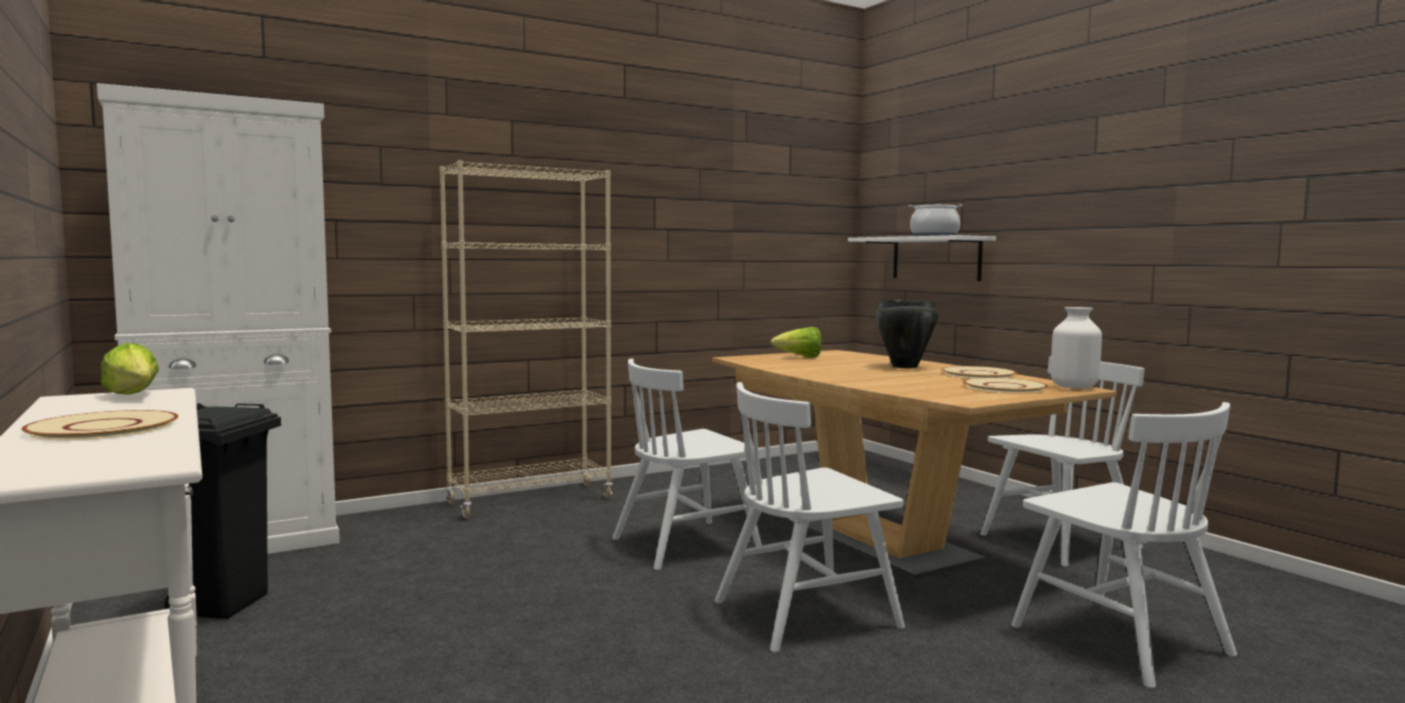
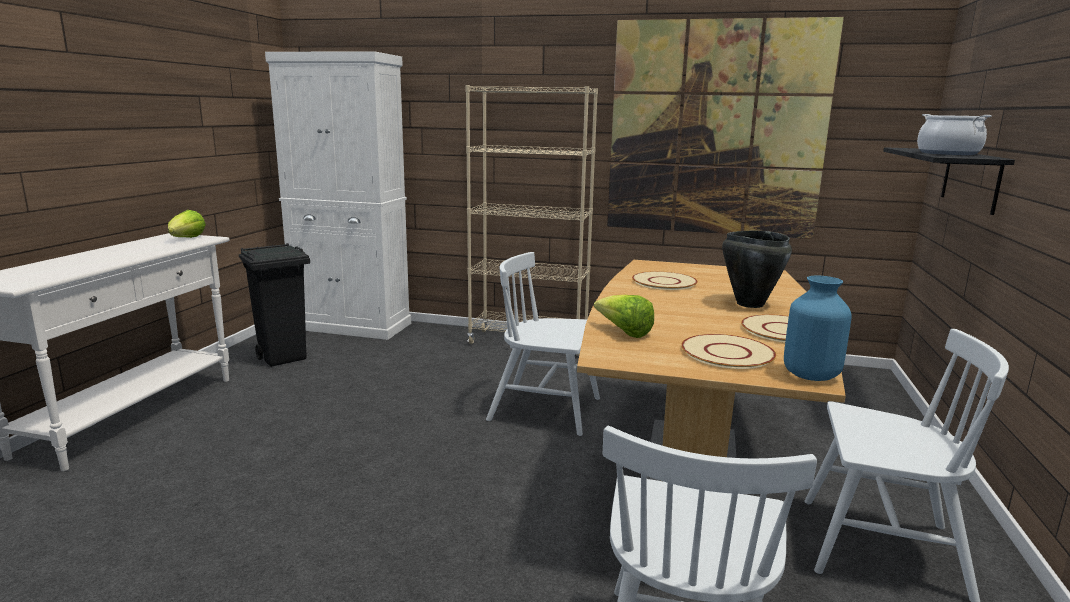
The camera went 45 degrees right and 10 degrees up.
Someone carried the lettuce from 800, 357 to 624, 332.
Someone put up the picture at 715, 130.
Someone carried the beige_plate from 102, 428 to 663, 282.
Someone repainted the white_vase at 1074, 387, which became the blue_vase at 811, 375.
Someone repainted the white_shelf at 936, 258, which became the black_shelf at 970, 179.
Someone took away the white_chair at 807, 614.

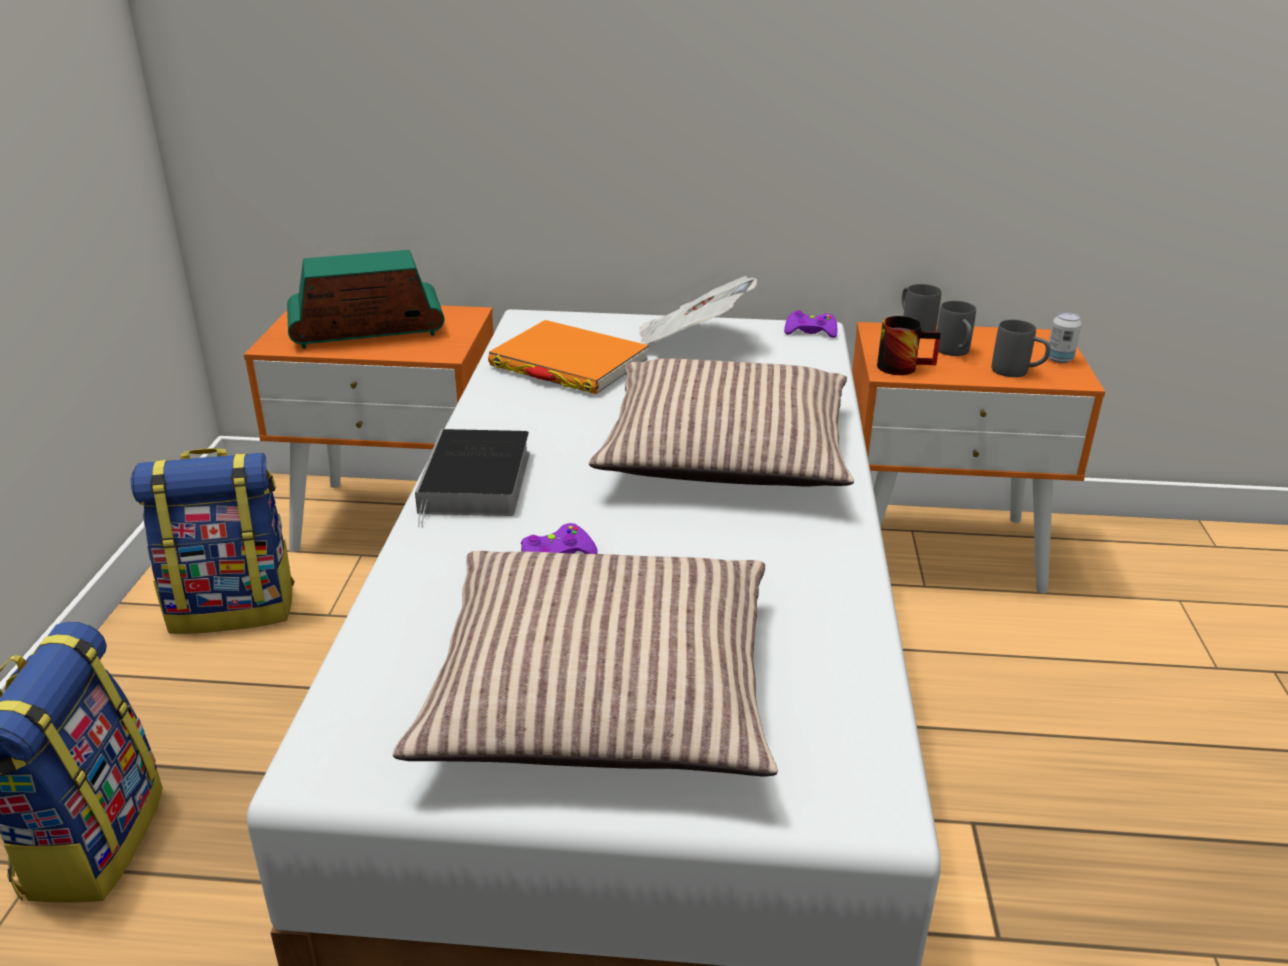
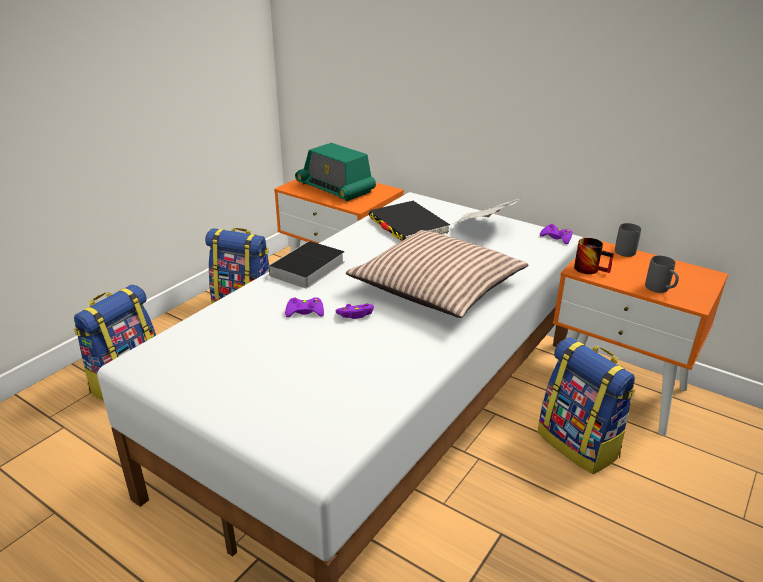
The camera went 30 degrees right and 0 degrees up.
Someone rotated the radio at 367, 329 by 150 degrees counterclockwise.
Someone put down the purple_game_controller at 356, 314.
Someone repainted the orange_book at 568, 364, which became the black_book at 408, 225.
Someone put down the backpack at 579, 444.
Someone took away the pillow at 601, 690.
Someone took away the grey_mug at 955, 353.
Someone took away the can at 1059, 359.

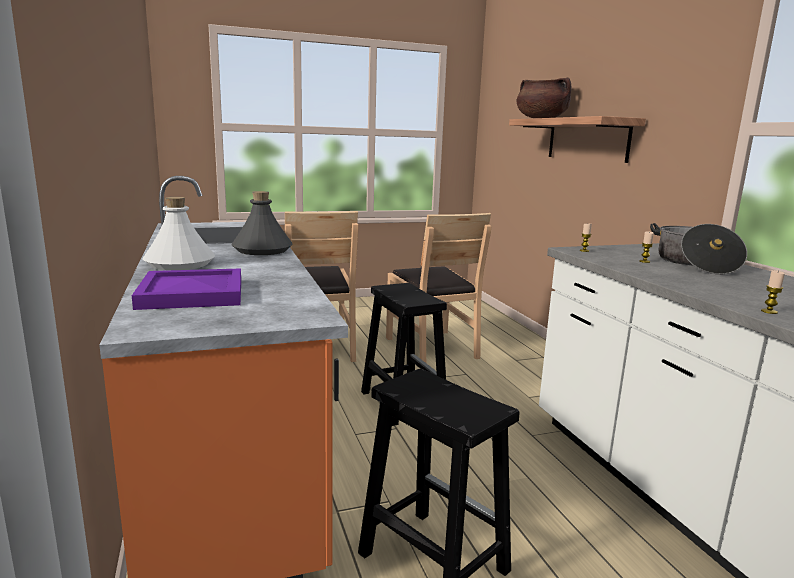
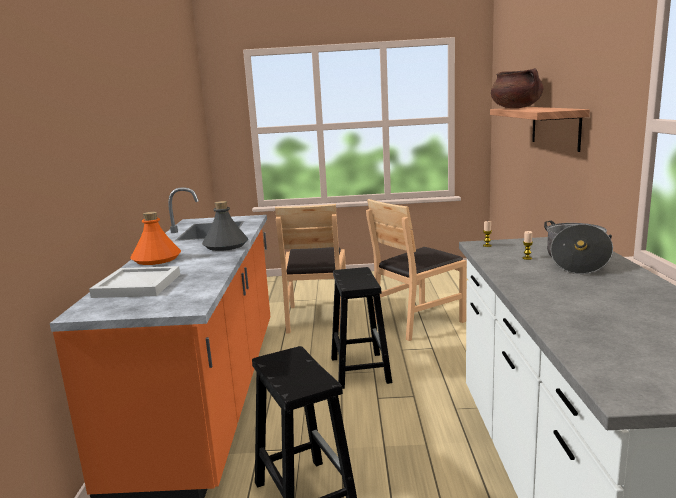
The camera went 20 degrees right and 0 degrees up.
Someone repainted the purple_tray at 194, 293, which became the white_tray at 139, 285.
Someone repainted the white_bottle at 180, 264, which became the orange_bottle at 157, 259.
Someone rotated the brown_chair at 432, 347 by 60 degrees clockwise.
Someone took away the candle at 769, 311.

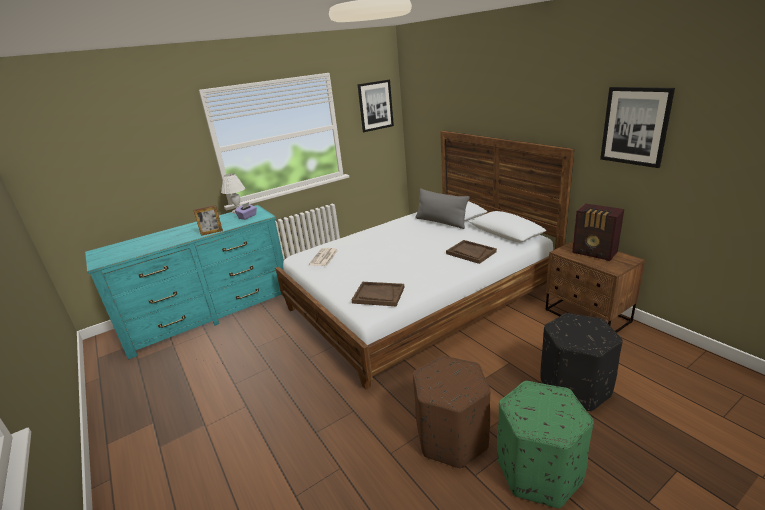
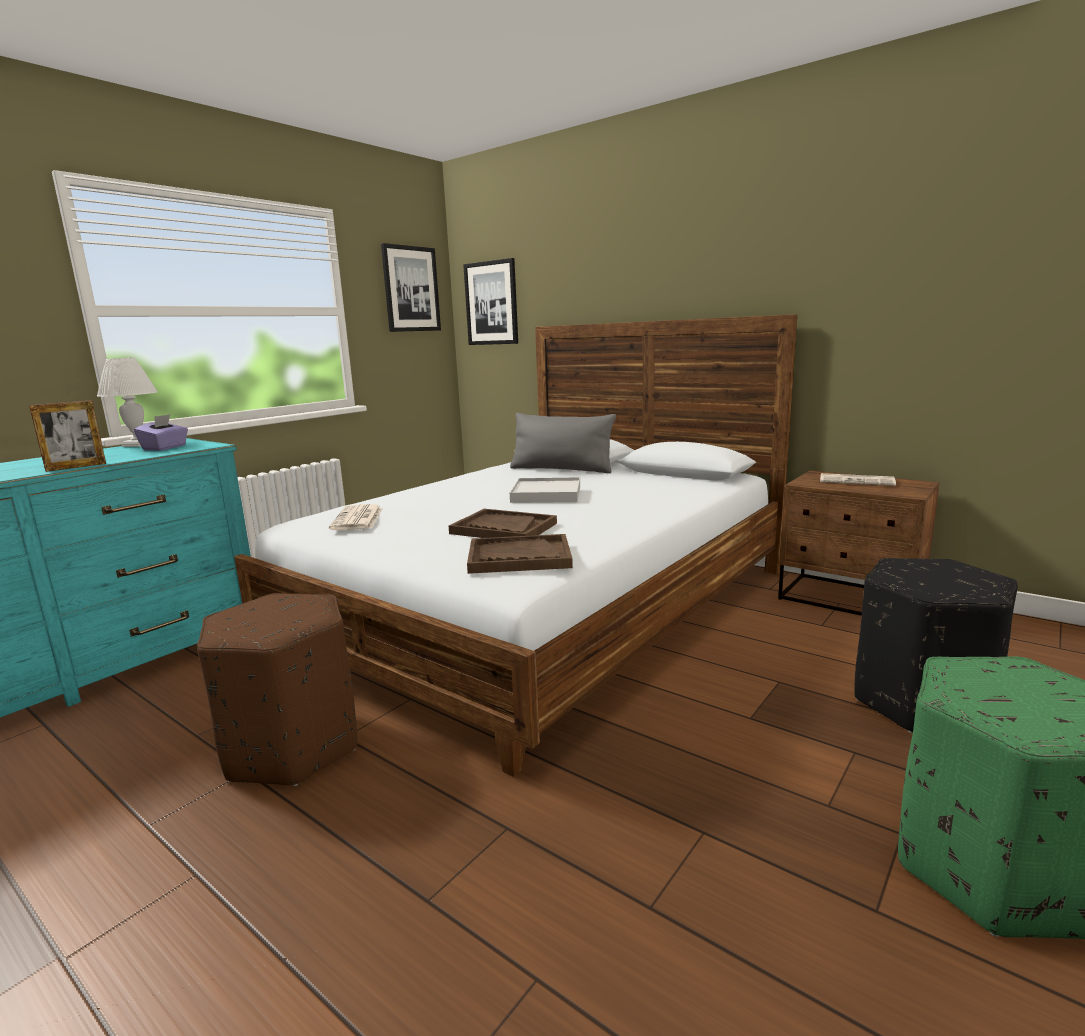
The camera went 20 degrees left and 10 degrees down.
Someone carried the brown_ottoman from 452, 438 to 293, 746.
Someone carried the brown_tray from 470, 253 to 503, 528.
Someone carried the picture from 635, 126 to 491, 303.
Someone put down the white_tray at 546, 494.
Someone swapped the radio at 595, 253 for the newspaper at 857, 481.

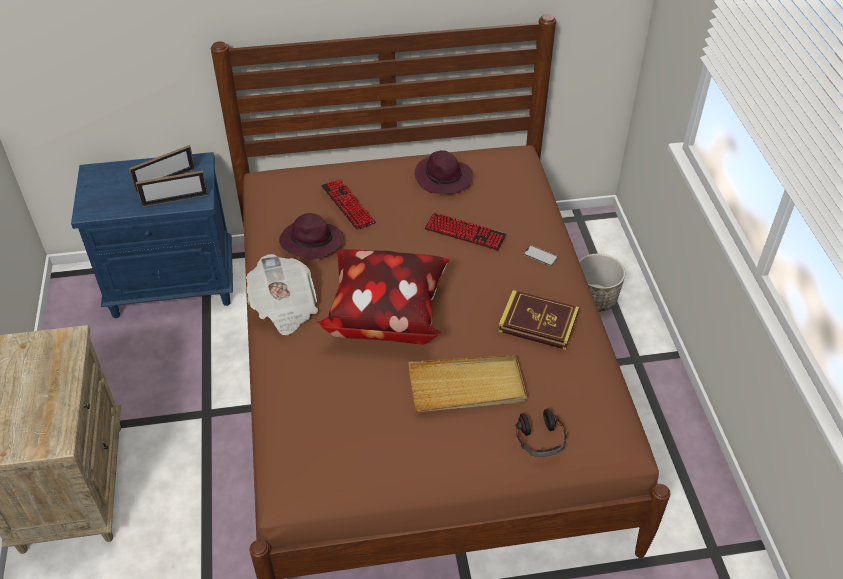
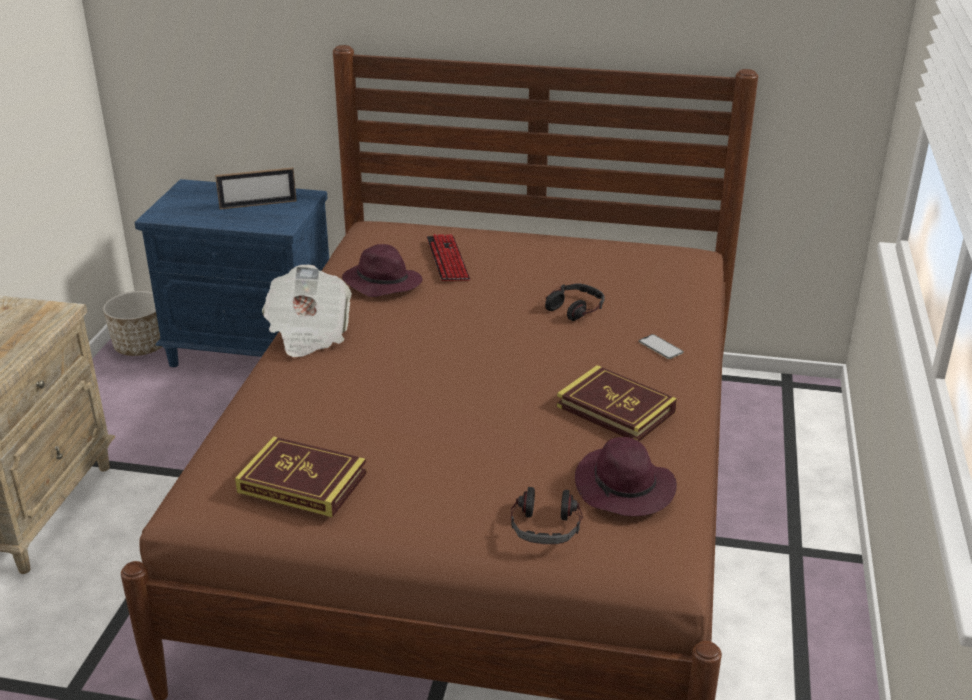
The camera went 20 degrees right and 15 degrees down.
Someone carried the planter from 595, 298 to 141, 346.
Someone put down the book at 302, 482.
Someone swapped the keyboard at 465, 233 for the headphones at 574, 308.
Someone carried the purple_hat from 444, 178 to 625, 488.
Someone took away the picture_frame at 175, 200.
Someone took away the pillow at 385, 315.
Someone took away the beige_tray at 467, 386.

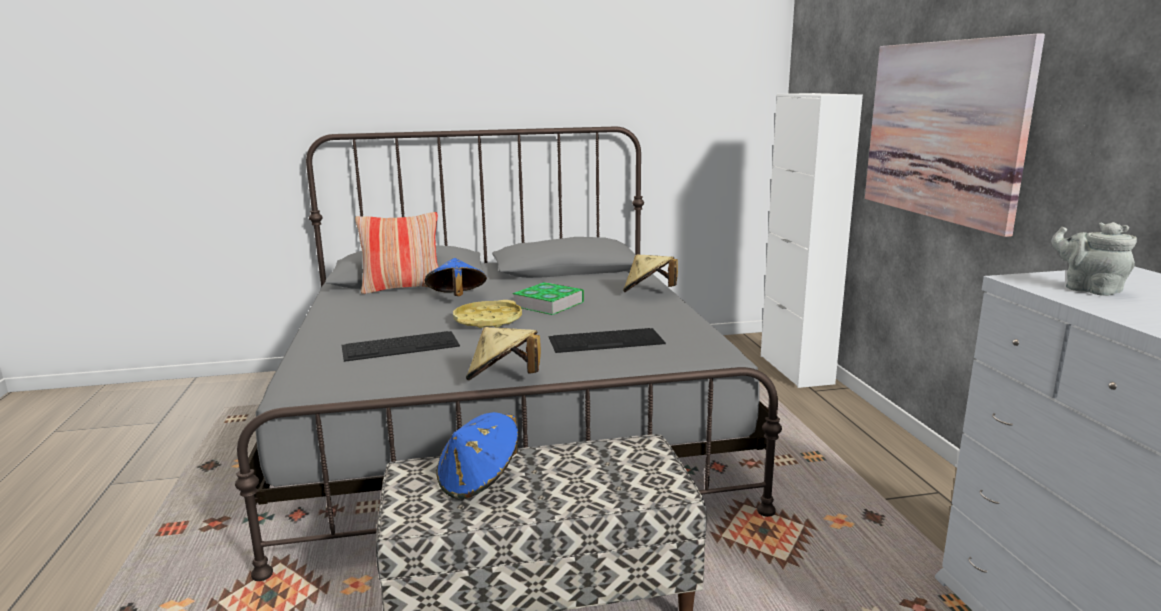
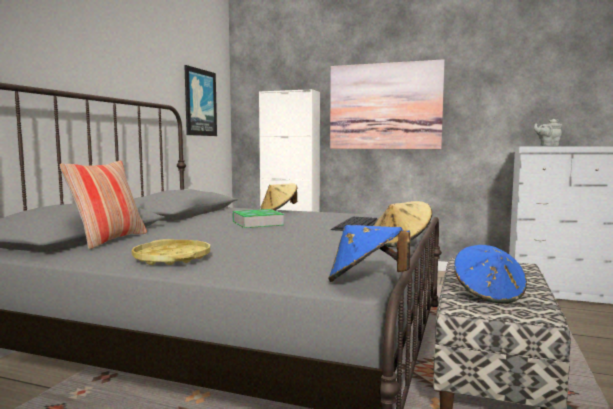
The camera went 60 degrees left and 10 degrees down.
Someone carried the yellow_tray from 487, 320 to 172, 258.
Someone put up the picture at 200, 102.
Someone carried the blue_hat from 456, 298 to 365, 281.
Someone took away the keyboard at 401, 345.

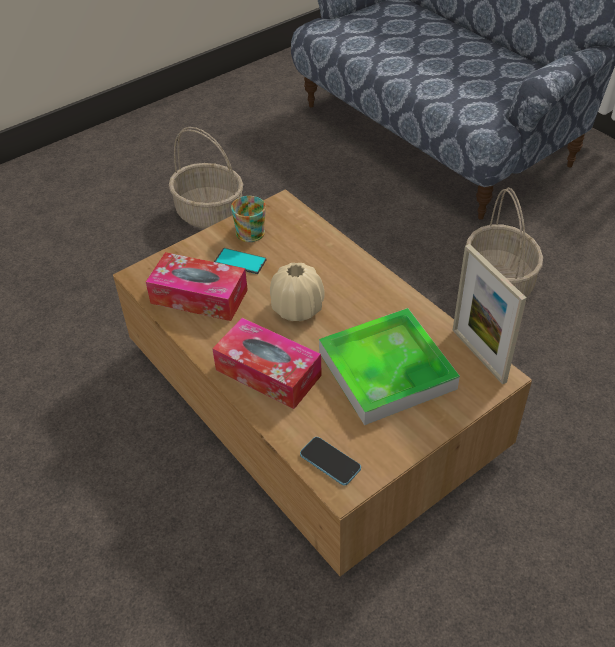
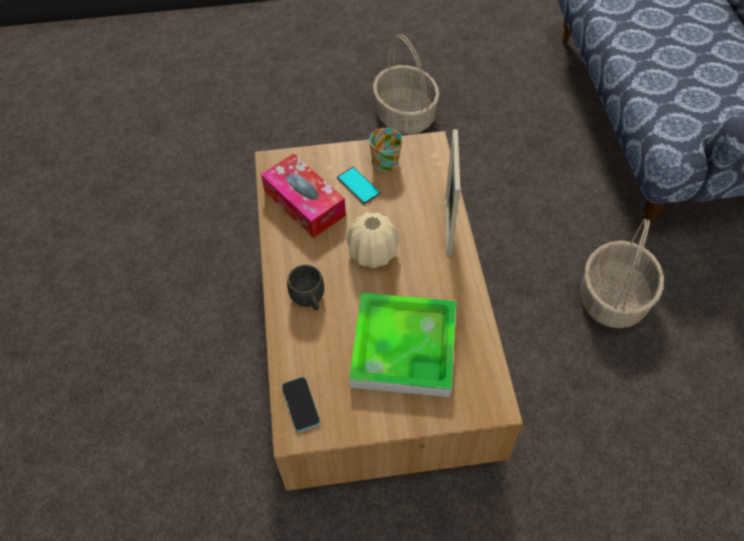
The camera went 30 degrees right and 10 degrees up.
Someone swapped the tissue_box at 268, 372 for the grey_mug at 309, 300.
Someone carried the picture_frame from 478, 355 to 448, 226.

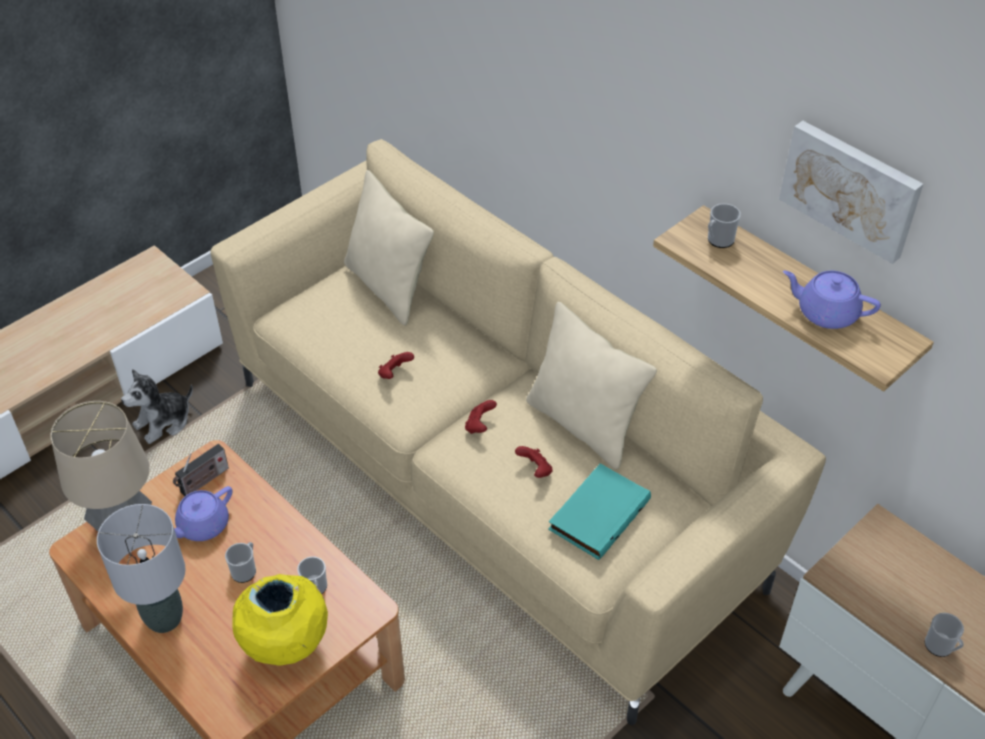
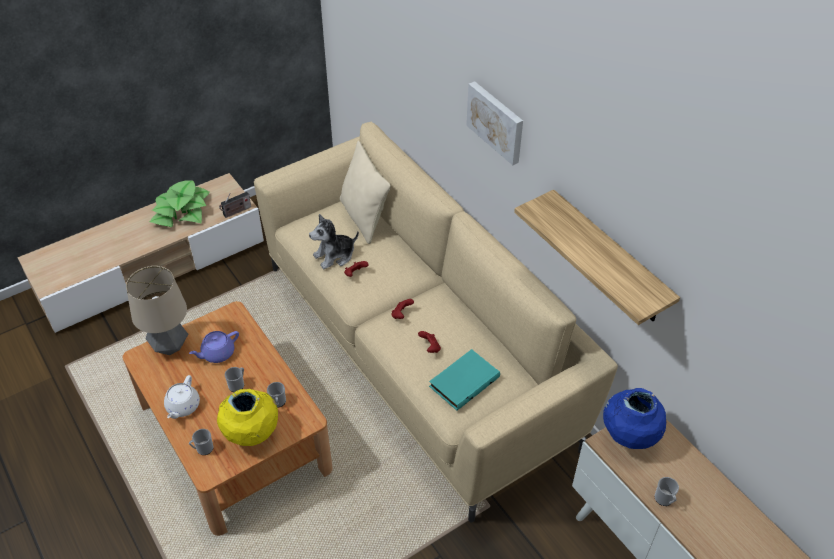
The camera went 10 degrees right and 0 degrees up.
Someone put down the potted_plant at 181, 211.
Someone swapped the grey_table_lamp at 165, 618 for the white_teapot at 182, 406.
Someone carried the mug from 718, 240 to 203, 449.
Someone carried the radio from 203, 482 to 236, 212.
Someone carried the plush_toy from 163, 422 to 335, 256.
Someone carried the picture from 851, 188 to 496, 121.
Someone put down the blue_vase at 628, 437.
Someone took away the beige_pillow at 583, 425.
Someone took away the purple_teapot at 825, 313.

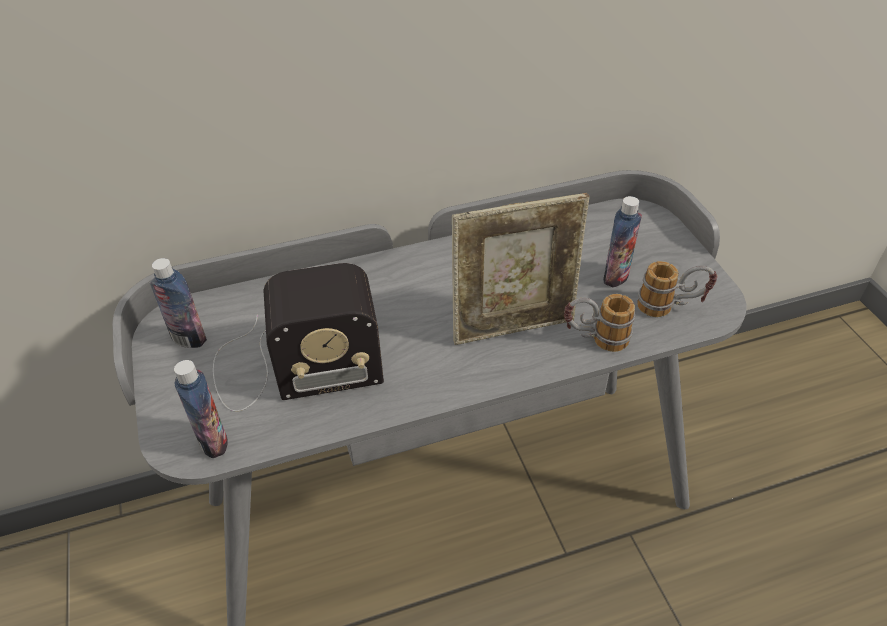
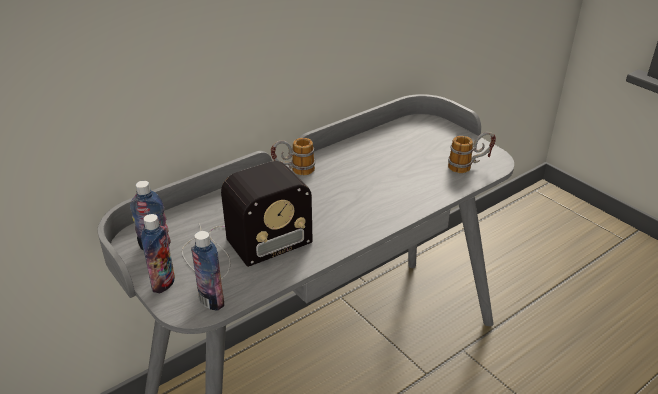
The camera went 20 degrees left and 10 degrees down.
Someone carried the bottle from 616, 276 to 163, 283.
Someone carried the mug from 594, 341 to 293, 172.
Someone took away the picture_frame at 513, 327.

